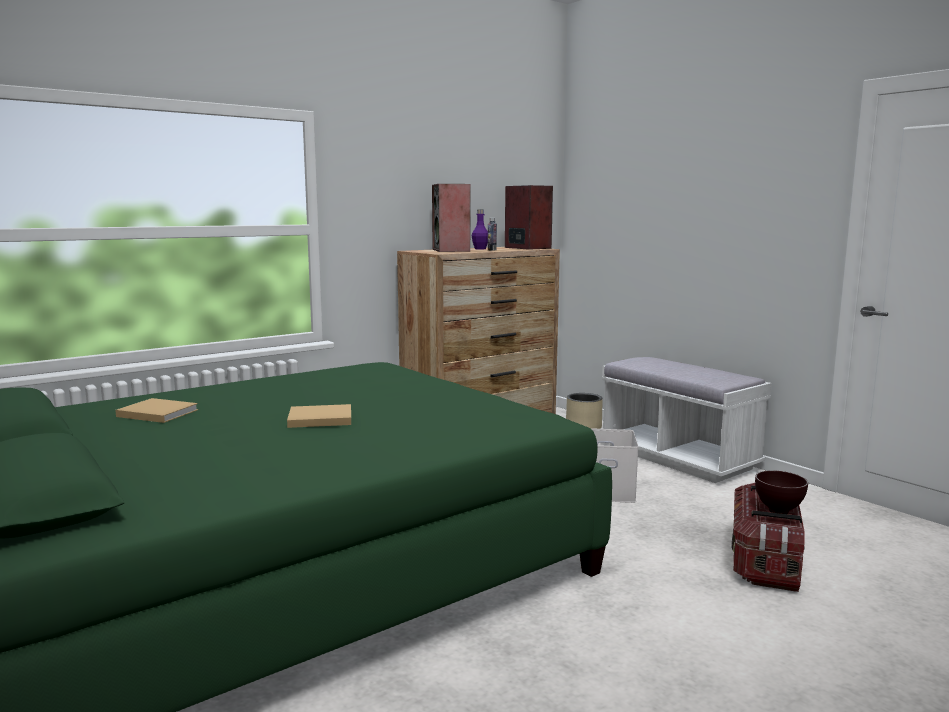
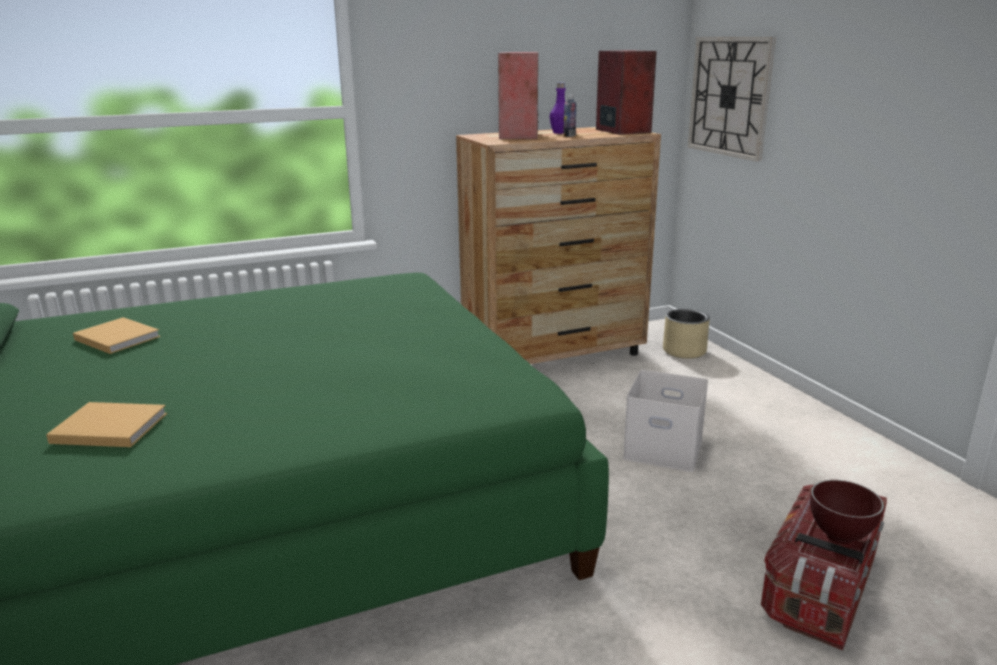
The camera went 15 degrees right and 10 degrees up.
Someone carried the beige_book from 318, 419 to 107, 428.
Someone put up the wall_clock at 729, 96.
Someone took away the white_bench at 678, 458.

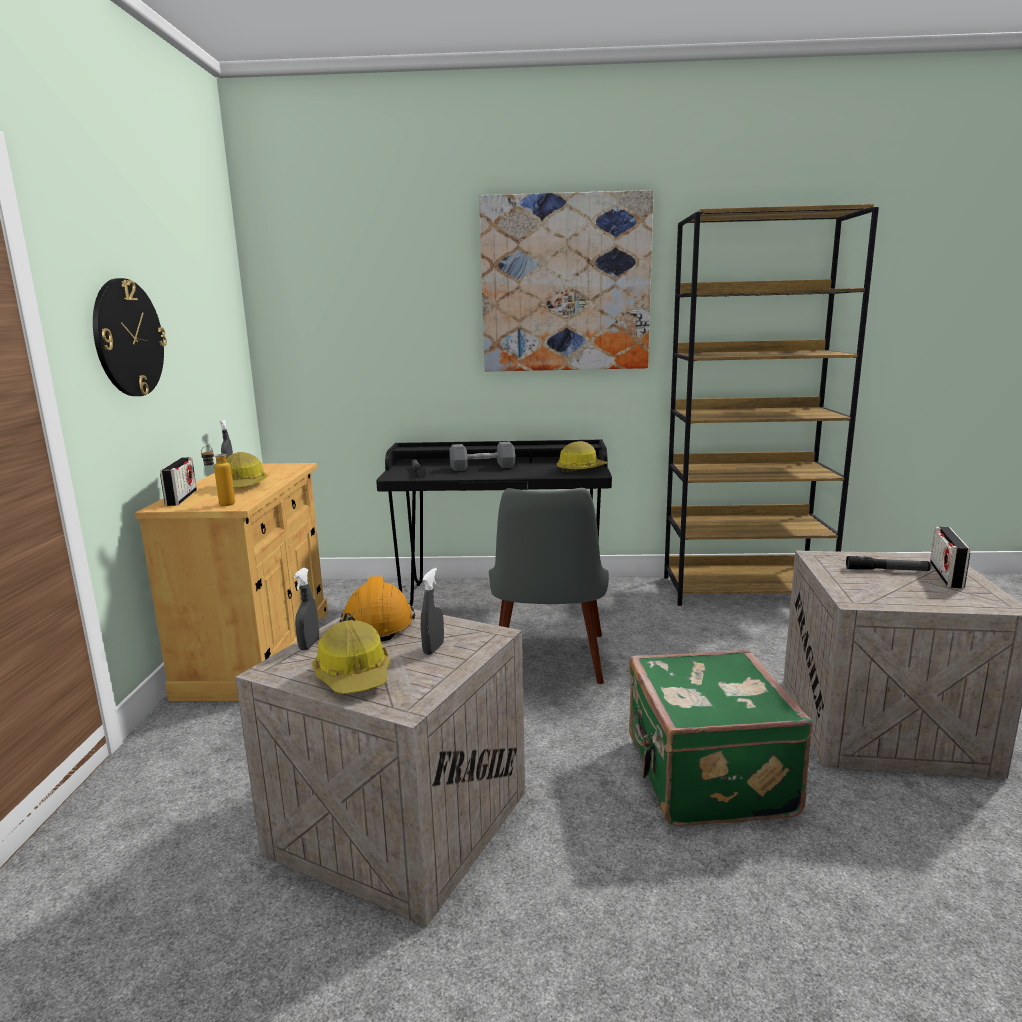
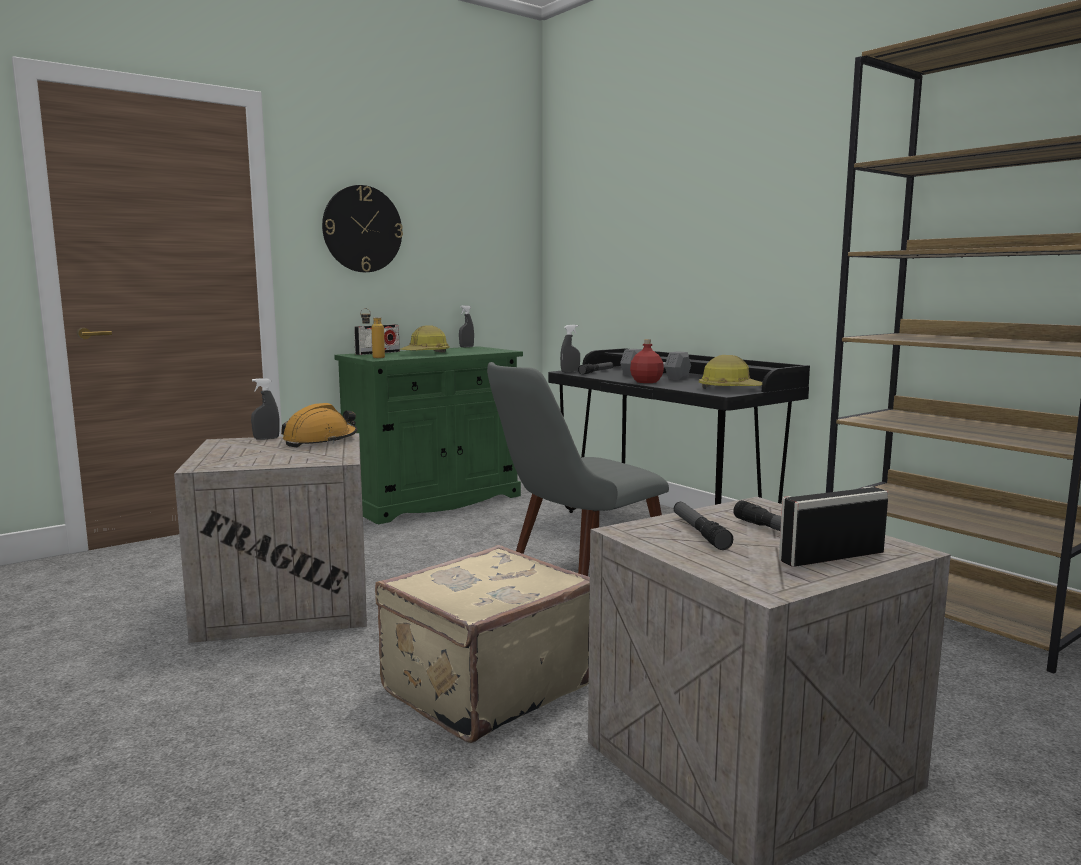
The camera went 50 degrees right and 5 degrees down.
Someone repainted the beige_cabinet at 259, 651, which became the green_cabinet at 434, 501.
Someone repainted the green_suitcase at 705, 777, which became the beige_suitcase at 483, 687.
Someone carried the grey_spray_bottle from 433, 649 to 570, 372.
Someone put down the red_bottle at 646, 382.
Someone put down the flashlight at 699, 532.
Someone took away the hard_hat at 354, 676.
Someone took away the picture at 565, 284.

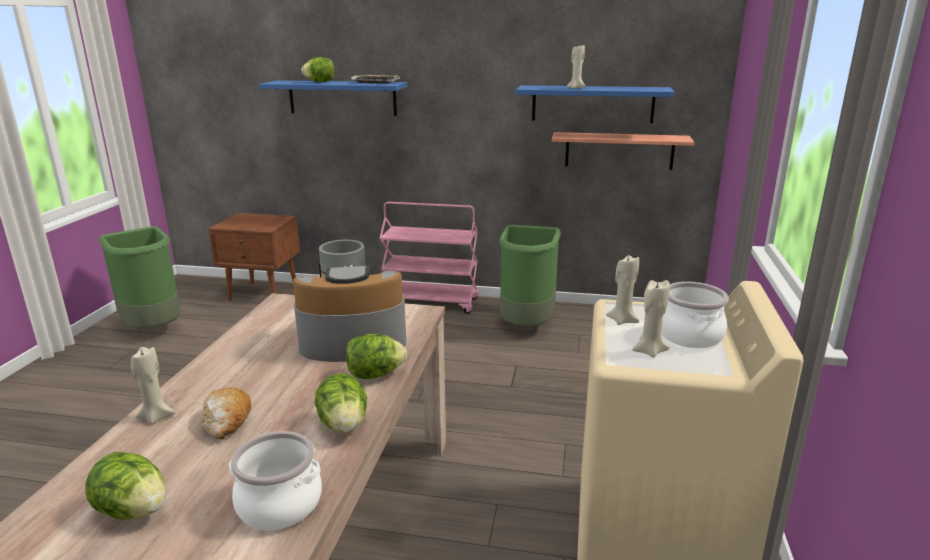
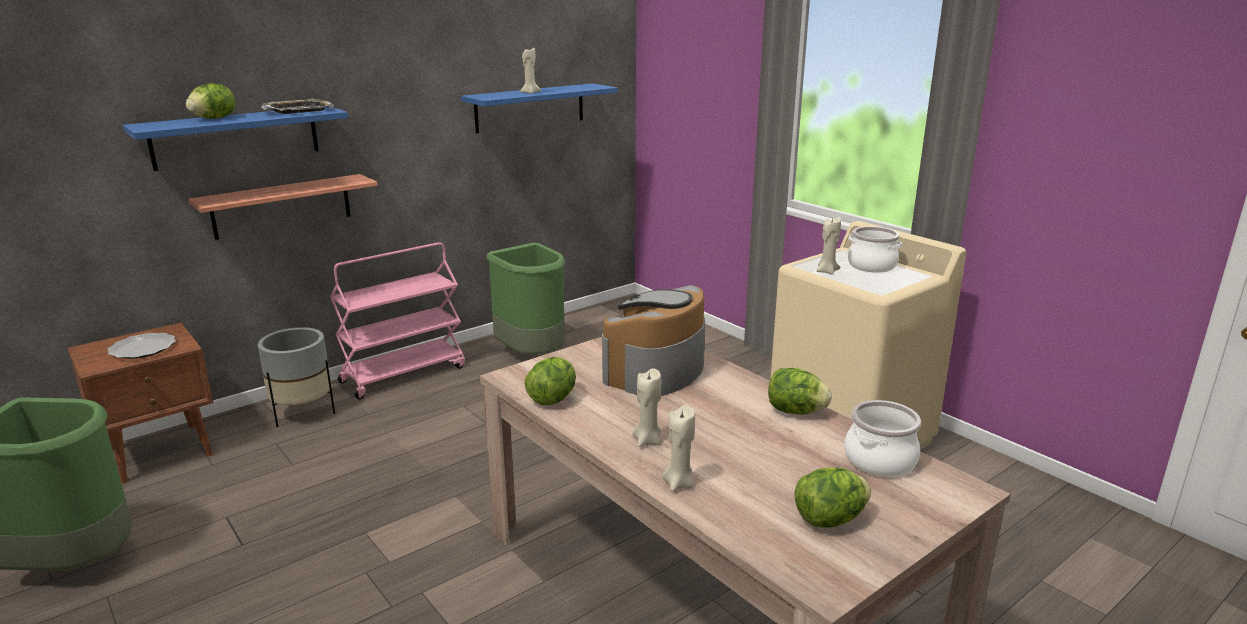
The camera went 50 degrees left and 0 degrees up.
Someone put down the plate at 143, 348.
Someone carried the shelf from 619, 150 to 282, 206.
Someone carried the lettuce from 375, 375 to 552, 399.
Someone carried the beige_candle from 649, 351 to 647, 440.
Someone took away the bread at 227, 421.

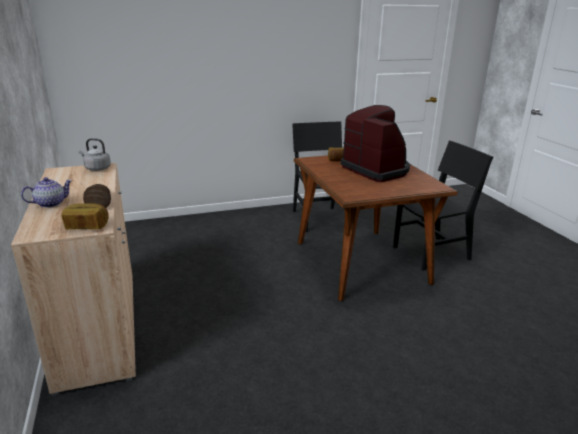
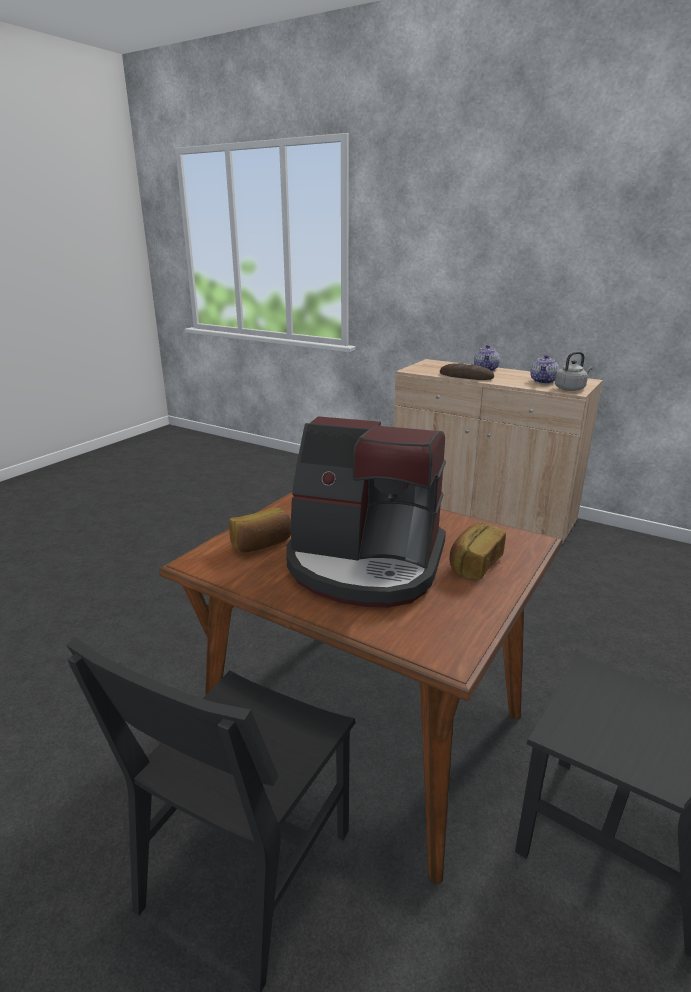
The camera went 140 degrees right and 0 degrees up.
Someone carried the bread from 87, 226 to 262, 544.
Someone put down the teapot at 543, 381.

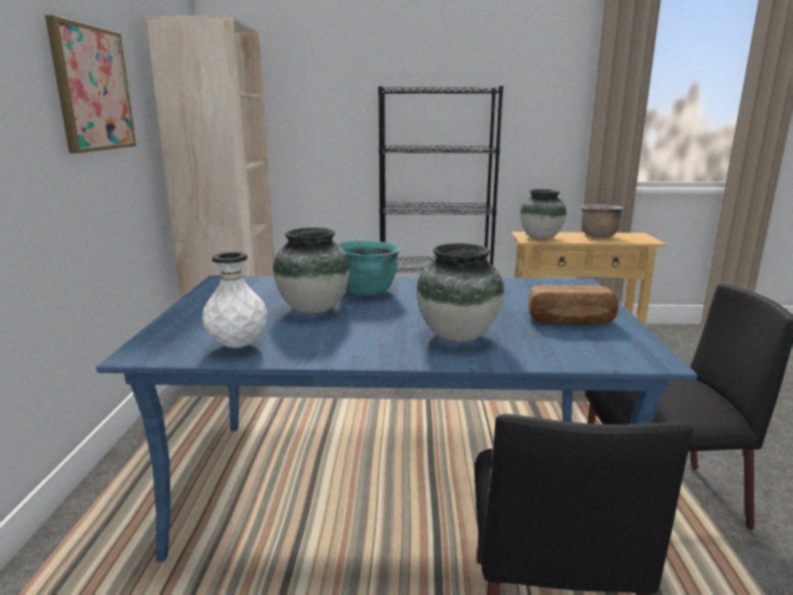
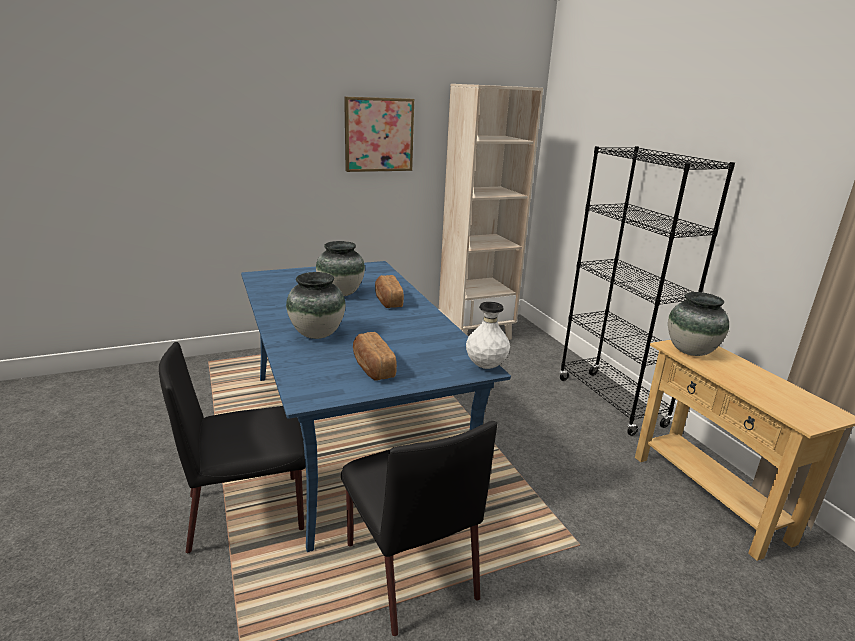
The camera went 65 degrees right and 5 degrees up.
Someone swapped the turquoise_cooking_pot at 368, 291 for the bread at 388, 300.
Someone carried the white_vase from 237, 346 to 485, 366.
Someone took away the brown_cooking_pot at 598, 236.

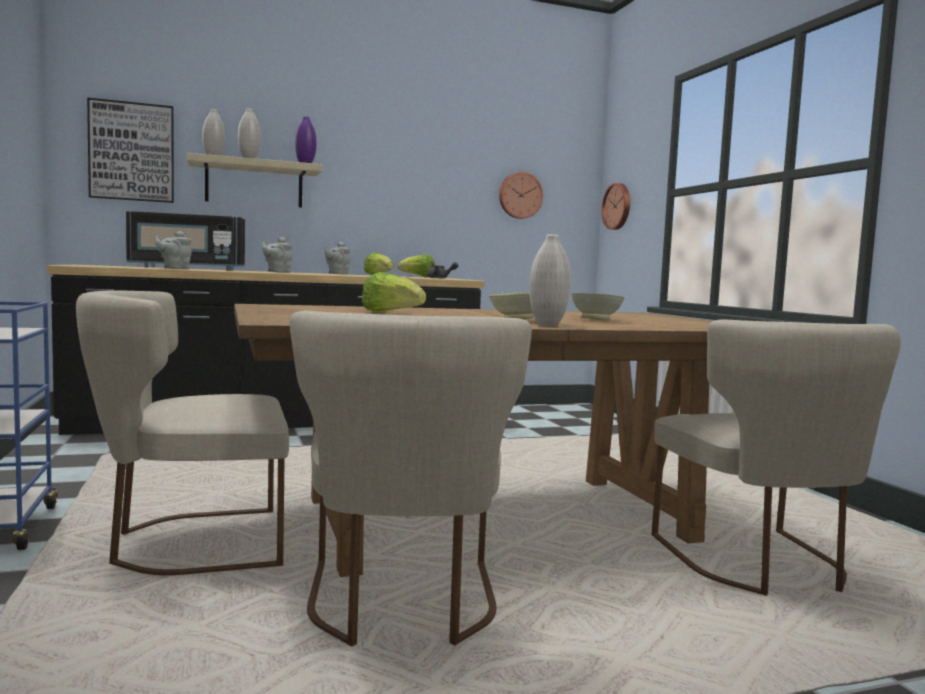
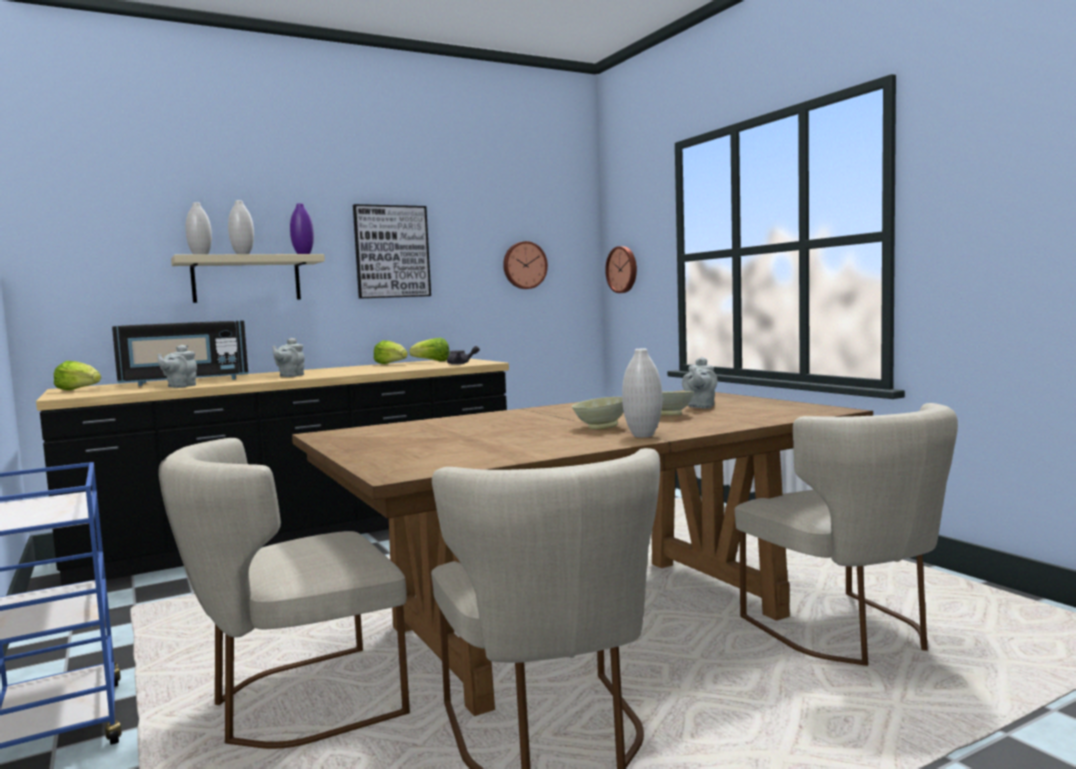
The camera went 10 degrees left and 0 degrees up.
Someone carried the lettuce from 391, 313 to 79, 390.
Someone carried the picture from 132, 152 to 392, 251.
Someone carried the grey_teapot from 337, 274 to 700, 407.

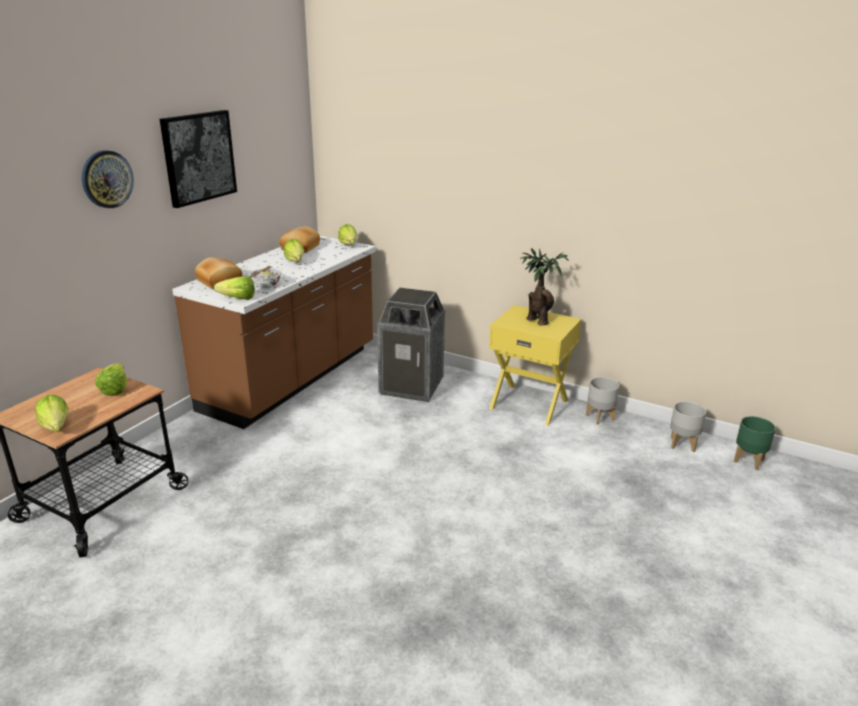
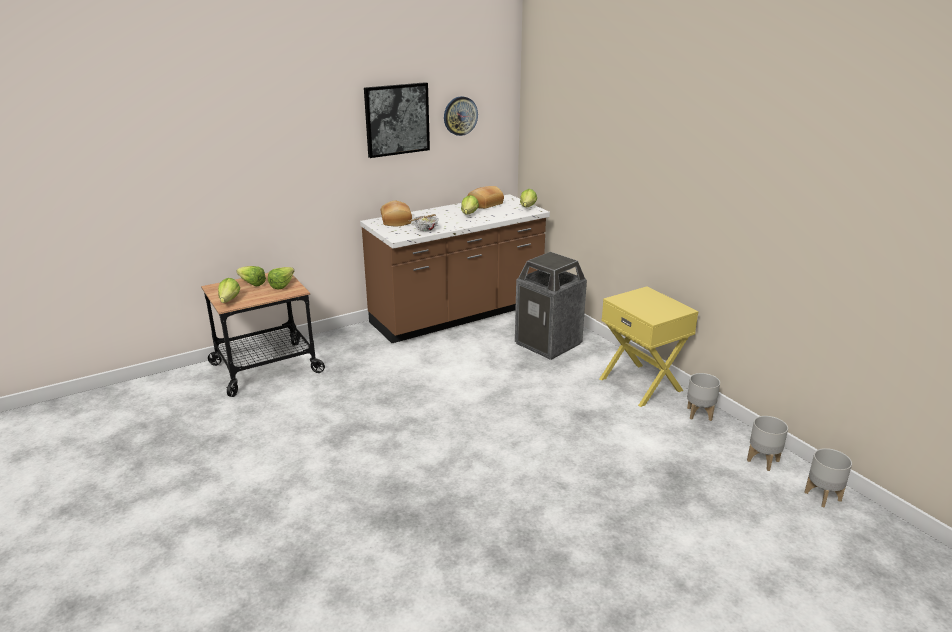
The camera went 30 degrees right and 0 degrees up.
Someone carried the lettuce from 235, 298 to 251, 283.
Someone carried the wall_clock from 107, 179 to 460, 116.
Someone repainted the green_planter at 749, 461, which became the grey_planter at 823, 497.
Someone took away the potted_plant at 536, 320.

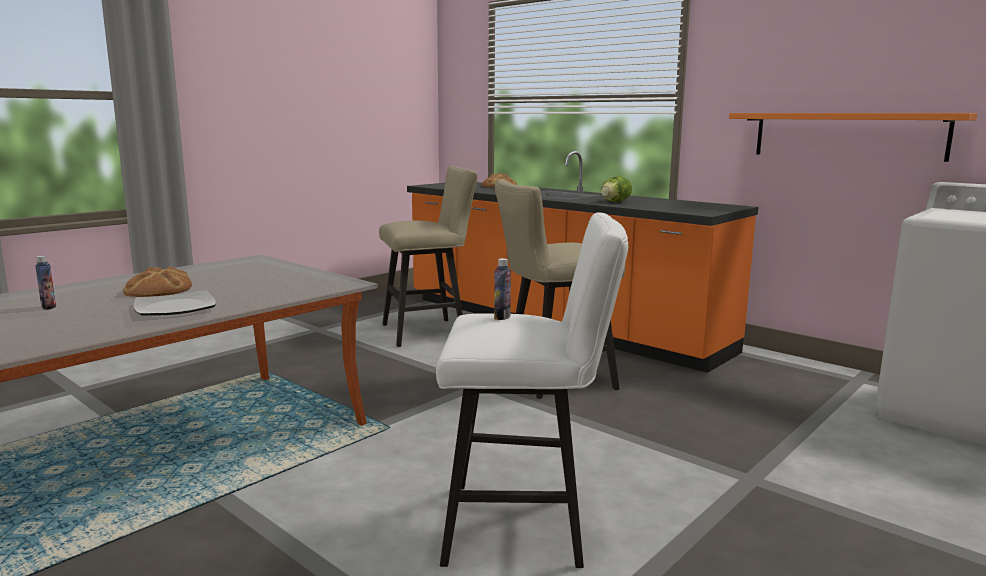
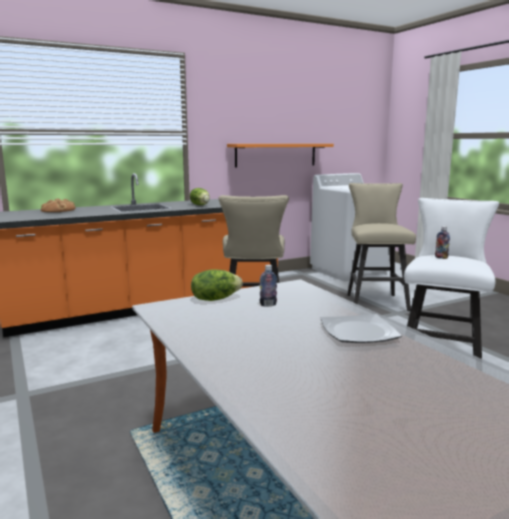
The camera went 70 degrees left and 0 degrees up.
Someone put down the lettuce at 215, 299.
Someone carried the bottle from 48, 307 to 268, 305.
Someone carried the beige_stool from 430, 331 to 374, 301.
Someone took away the bread at 158, 290.

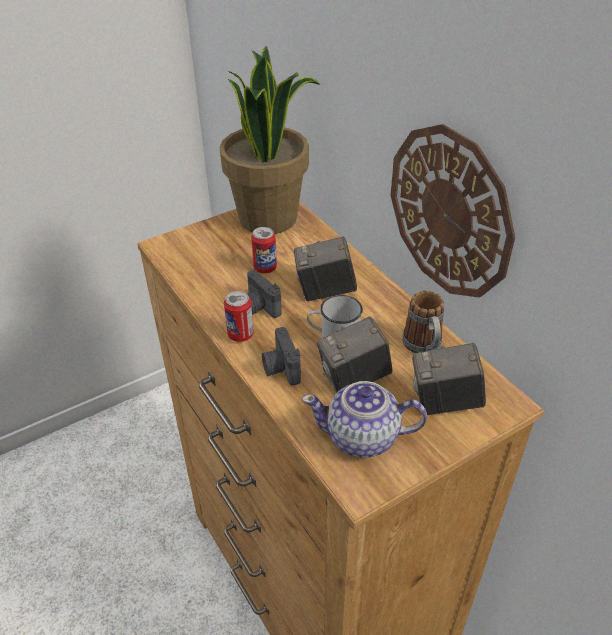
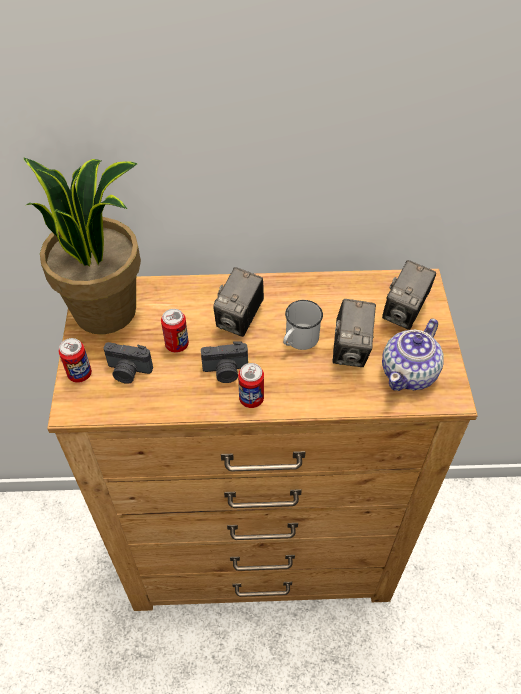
The camera went 60 degrees left and 10 degrees up.
Someone put down the can at 80, 374.
Someone carried the photo_camera from 280, 368 to 128, 372.
Someone took away the wall_clock at 449, 212.
Someone took away the mug at 424, 348.

